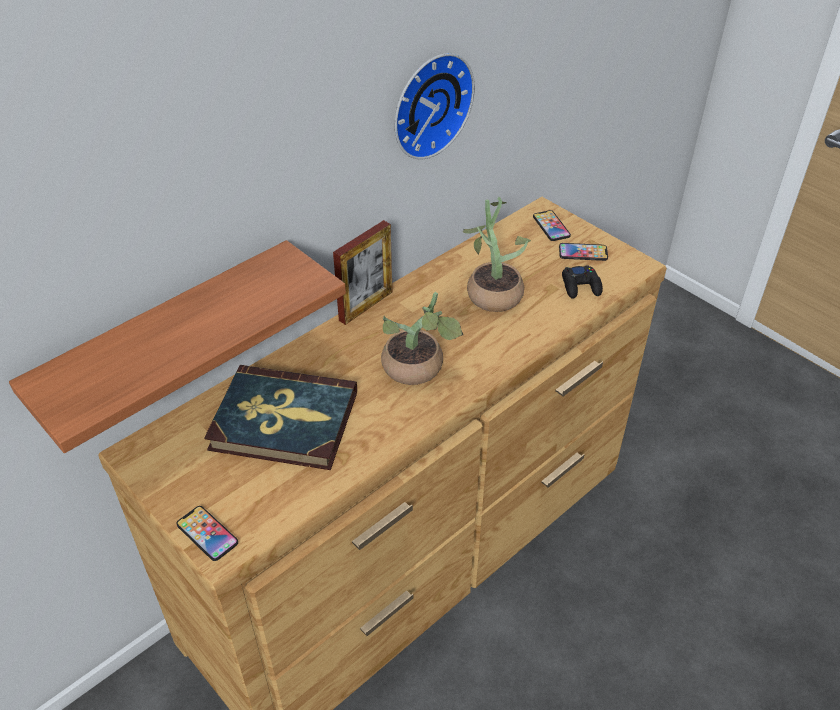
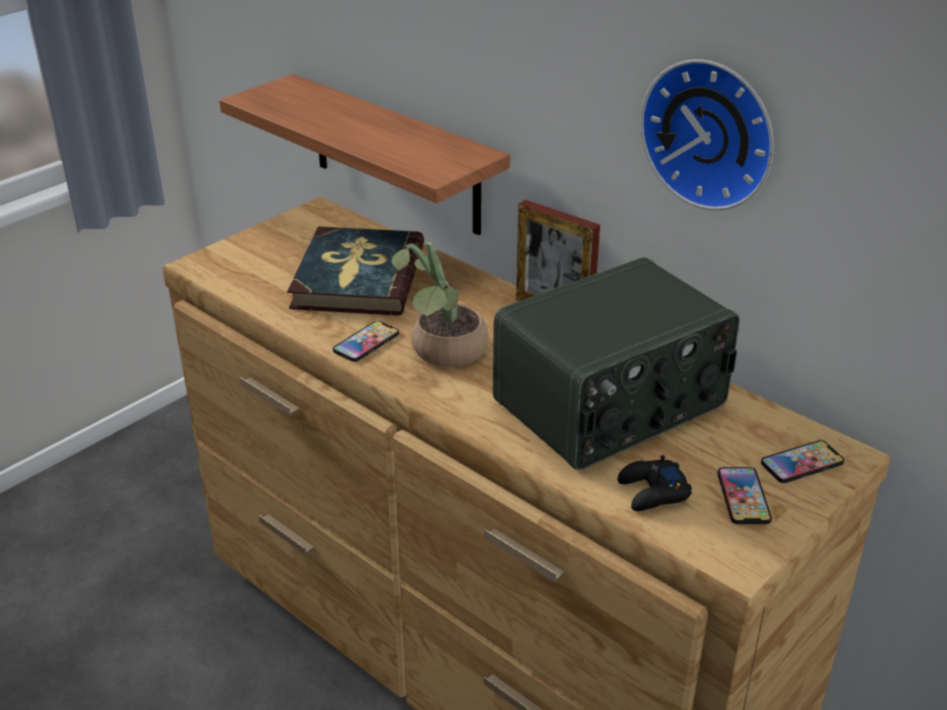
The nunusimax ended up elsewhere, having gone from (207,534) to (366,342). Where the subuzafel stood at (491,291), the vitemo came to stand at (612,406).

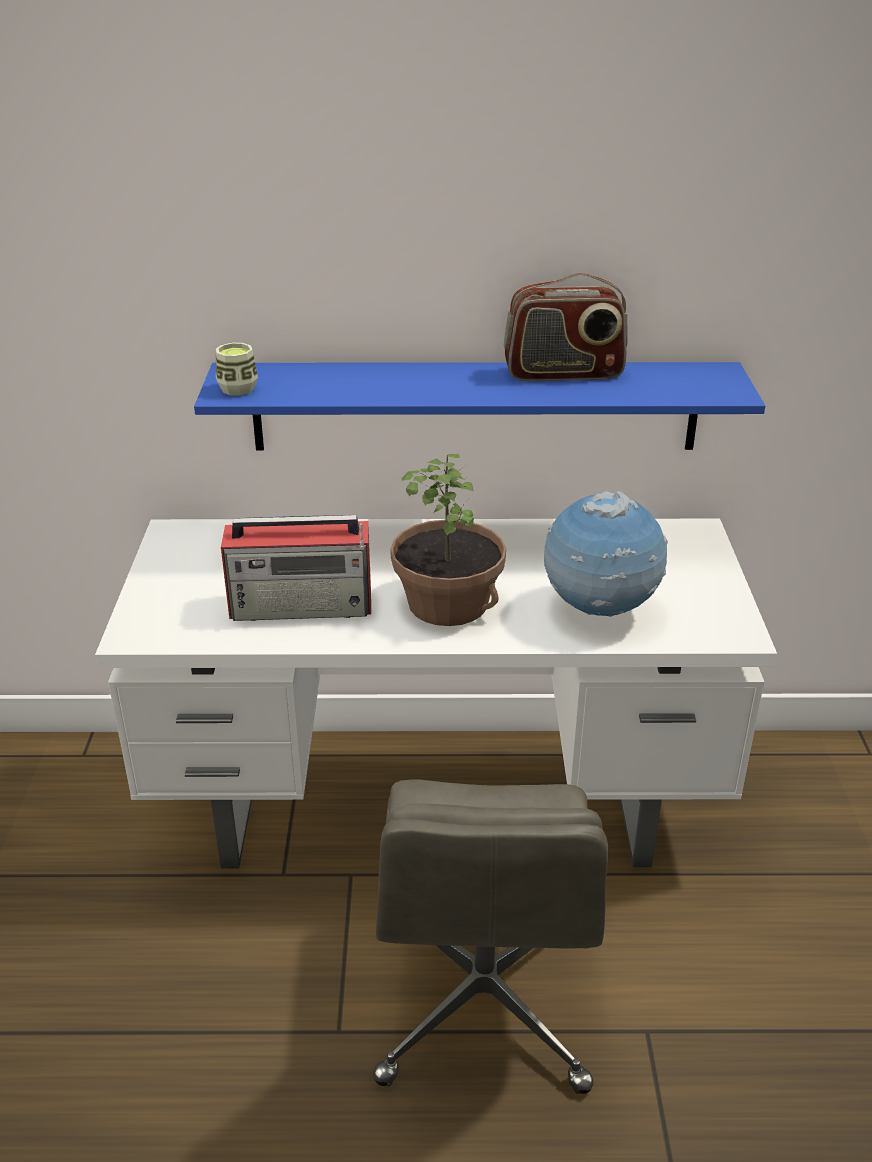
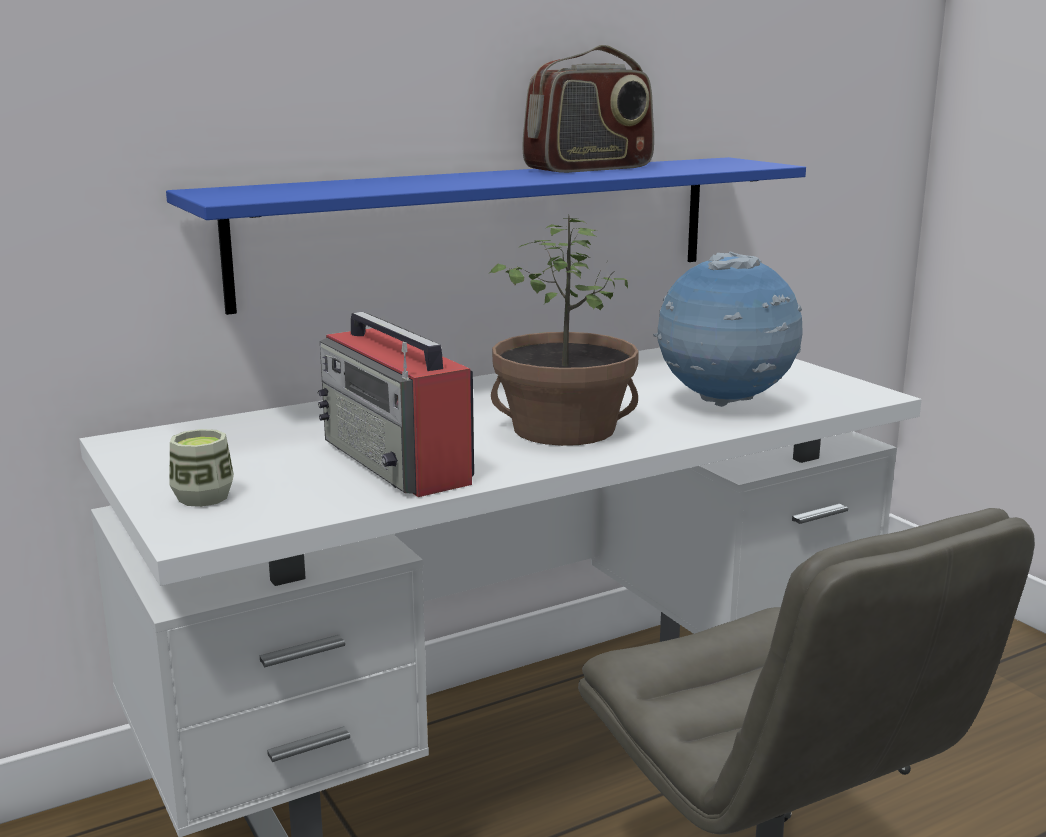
The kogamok ended up elsewhere, having gone from (238,389) to (203,497). The vitemo at (303,605) ended up facing another way, 90 degrees clockwise from before.

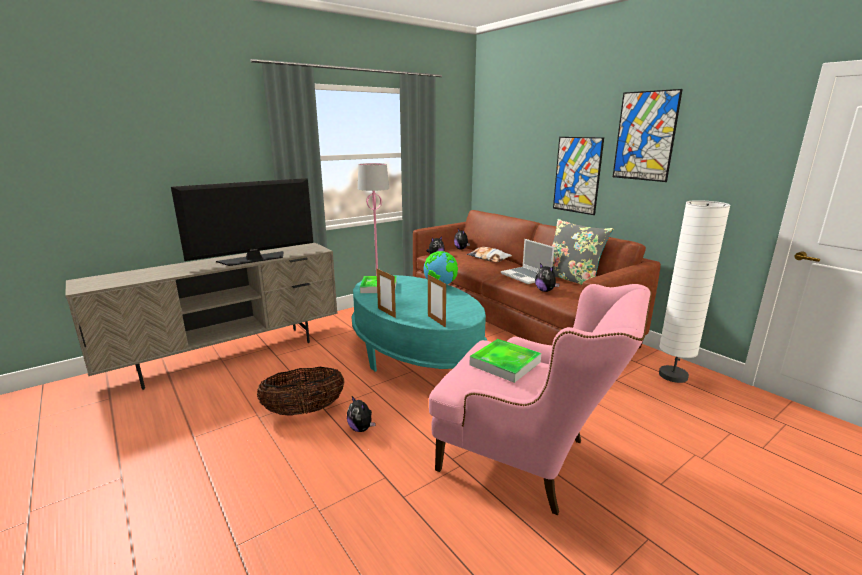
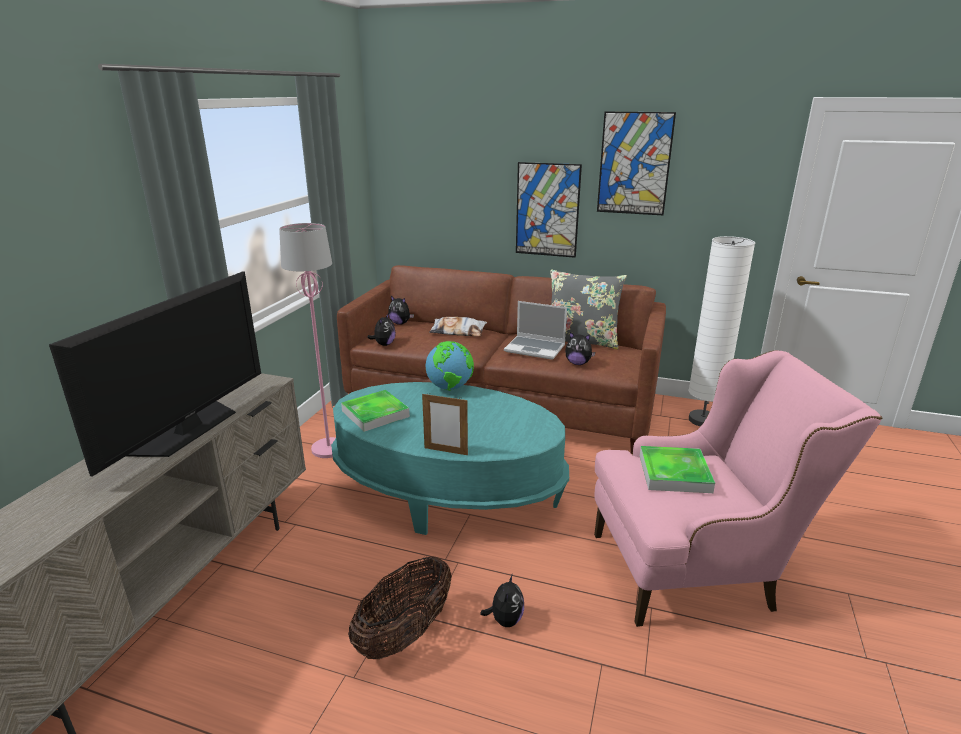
The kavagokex at (361,428) ended up facing another way, 90 degrees counterclockwise from before. The second view lost the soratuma at (436,321).

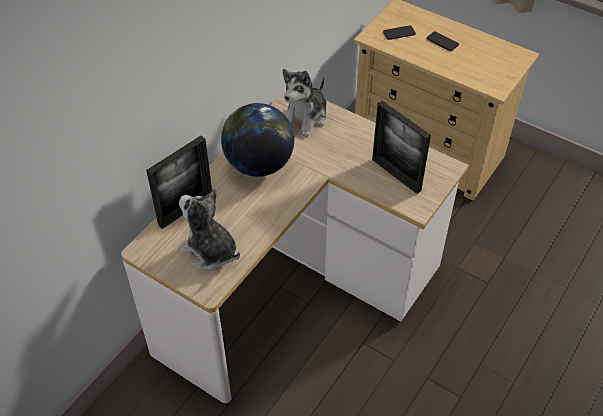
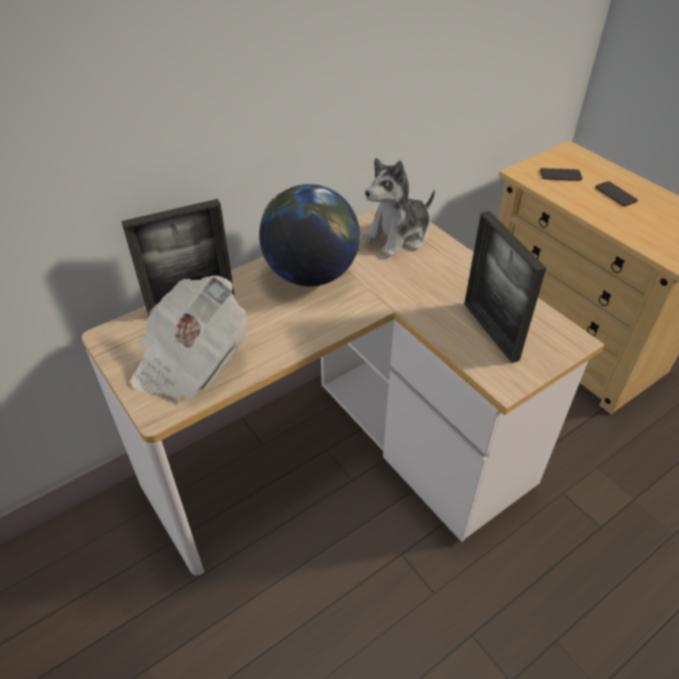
Where the kavagokex stood at (210,251), the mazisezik came to stand at (190,361).

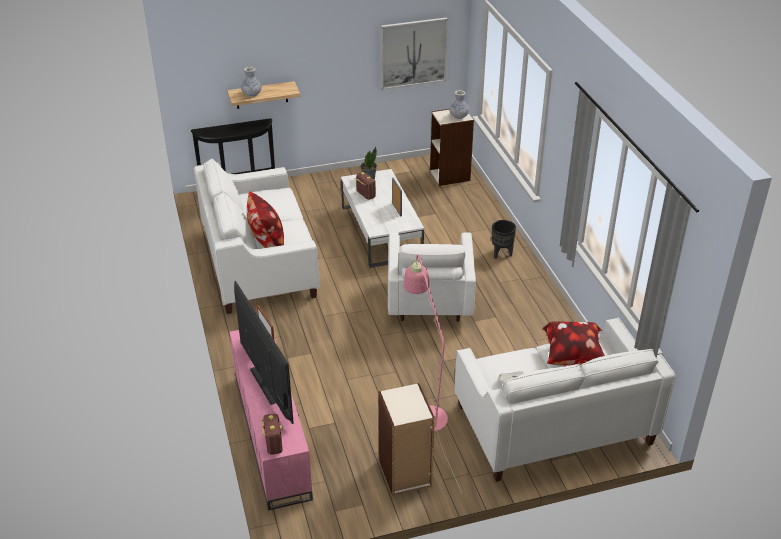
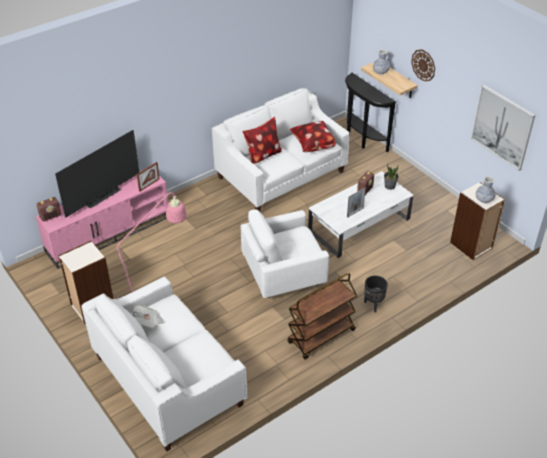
The second view gained the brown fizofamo at (321,337). The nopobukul ended up elsewhere, having gone from (573,358) to (312,146). The second view gained the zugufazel at (423,65).

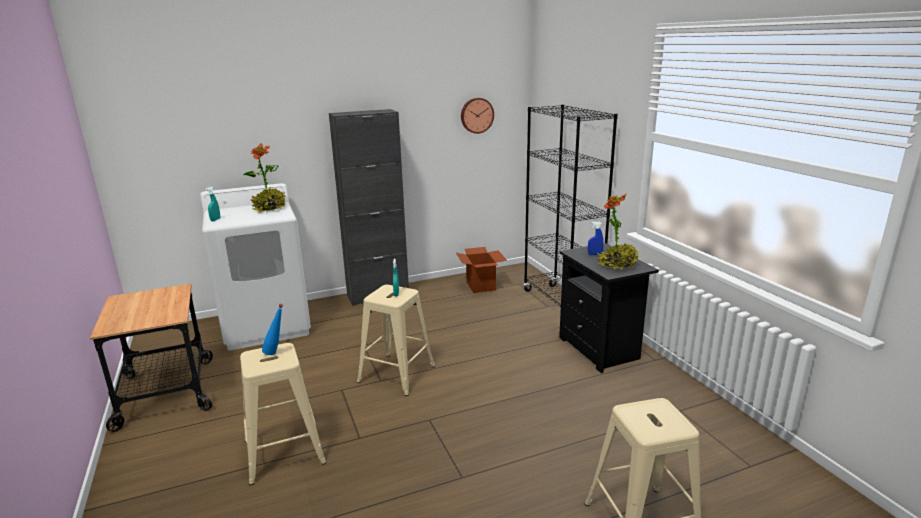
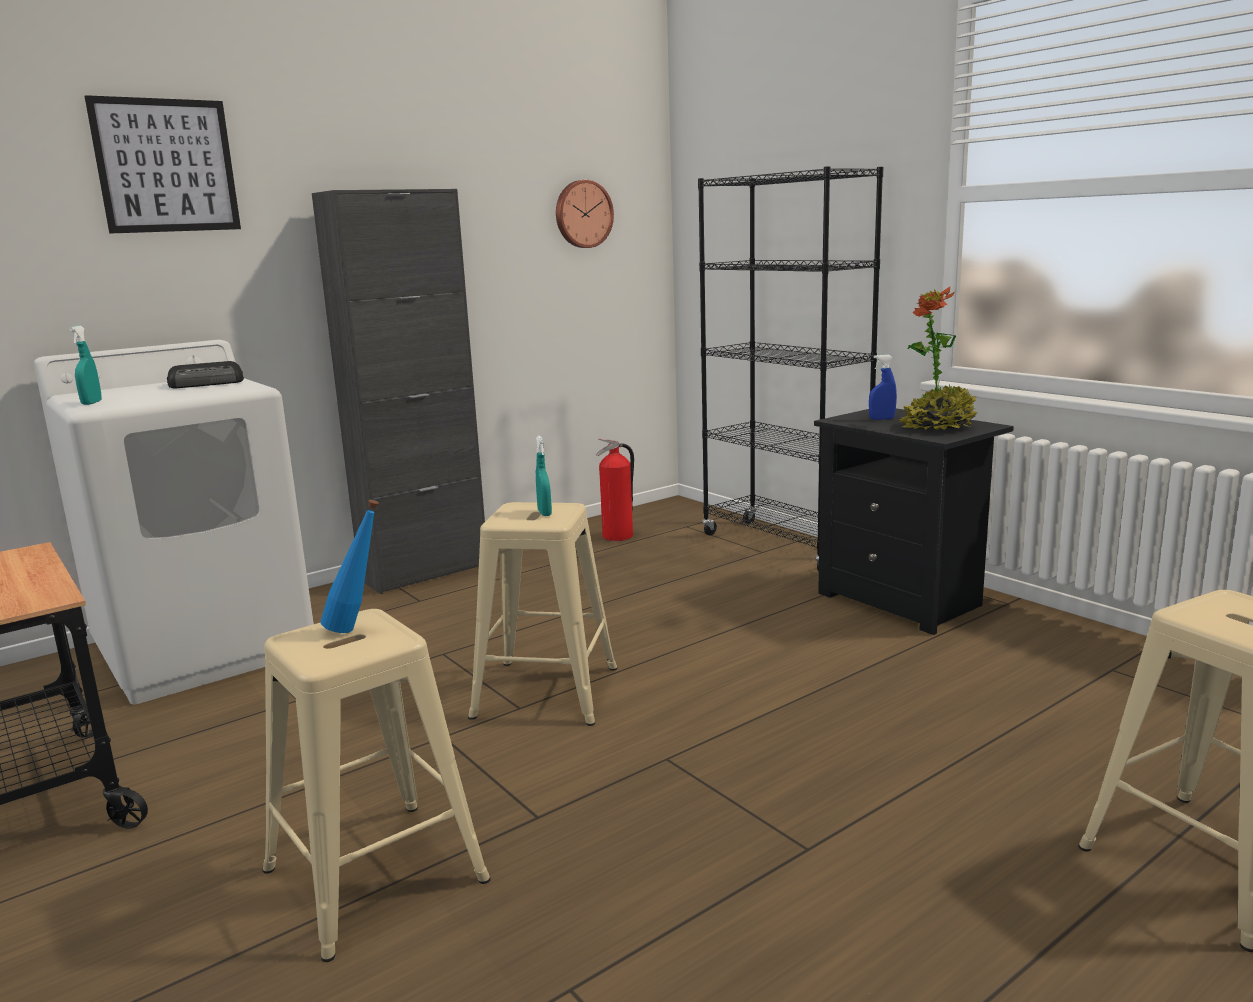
The second view gained the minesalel at (166,166). Where the subuzafel stood at (270,208), the vitemo came to stand at (208,383). Where the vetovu stood at (481,286), the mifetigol came to stand at (618,536).

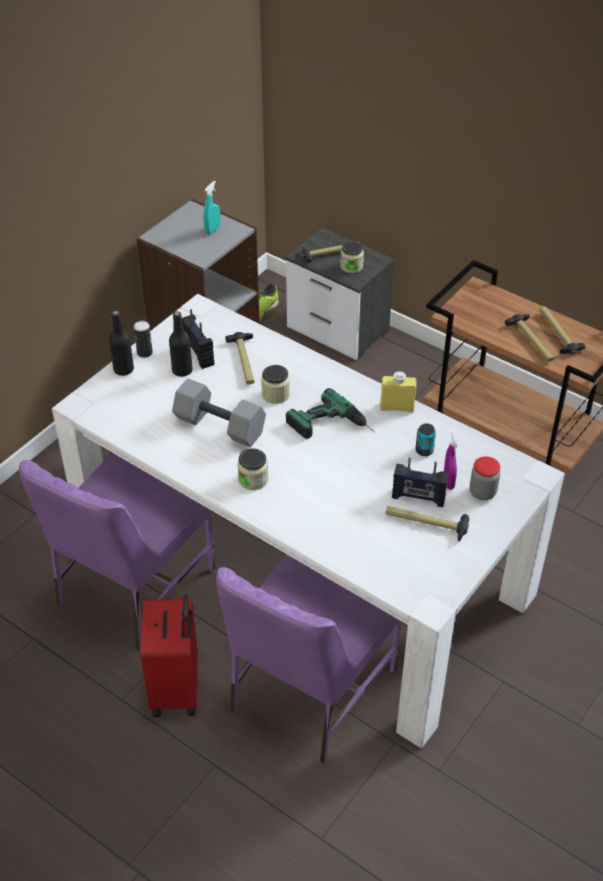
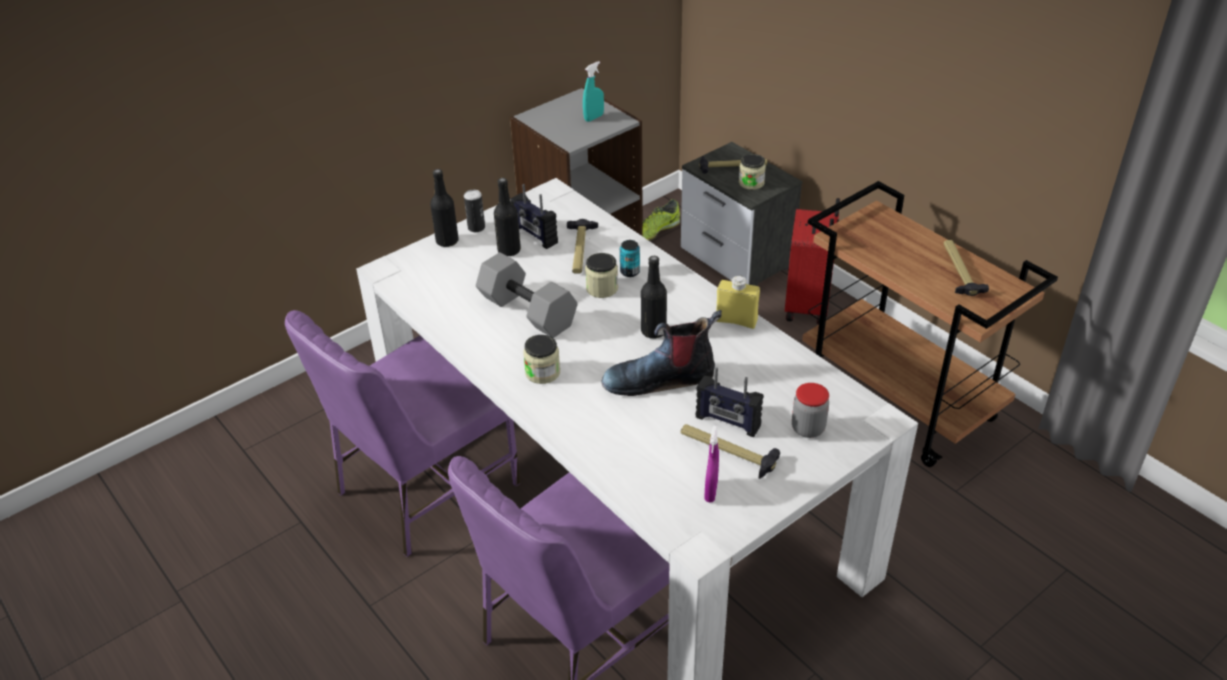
The vitemo at (199,353) ended up facing another way, 150 degrees clockwise from before. The second view gained the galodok at (660,378). The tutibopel ended up elsewhere, having gone from (424,450) to (630,272). Where the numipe stood at (332,427), the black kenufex came to stand at (653,331). The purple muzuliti ended up elsewhere, having gone from (448,481) to (711,491). The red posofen ended up elsewhere, having gone from (177,689) to (808,306). The second view lost the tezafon at (532,341).

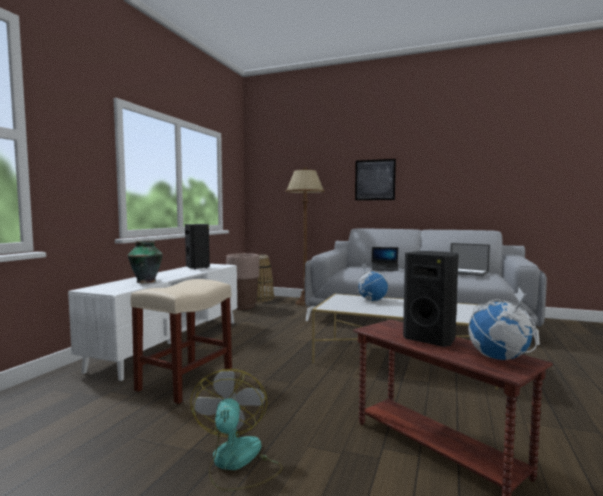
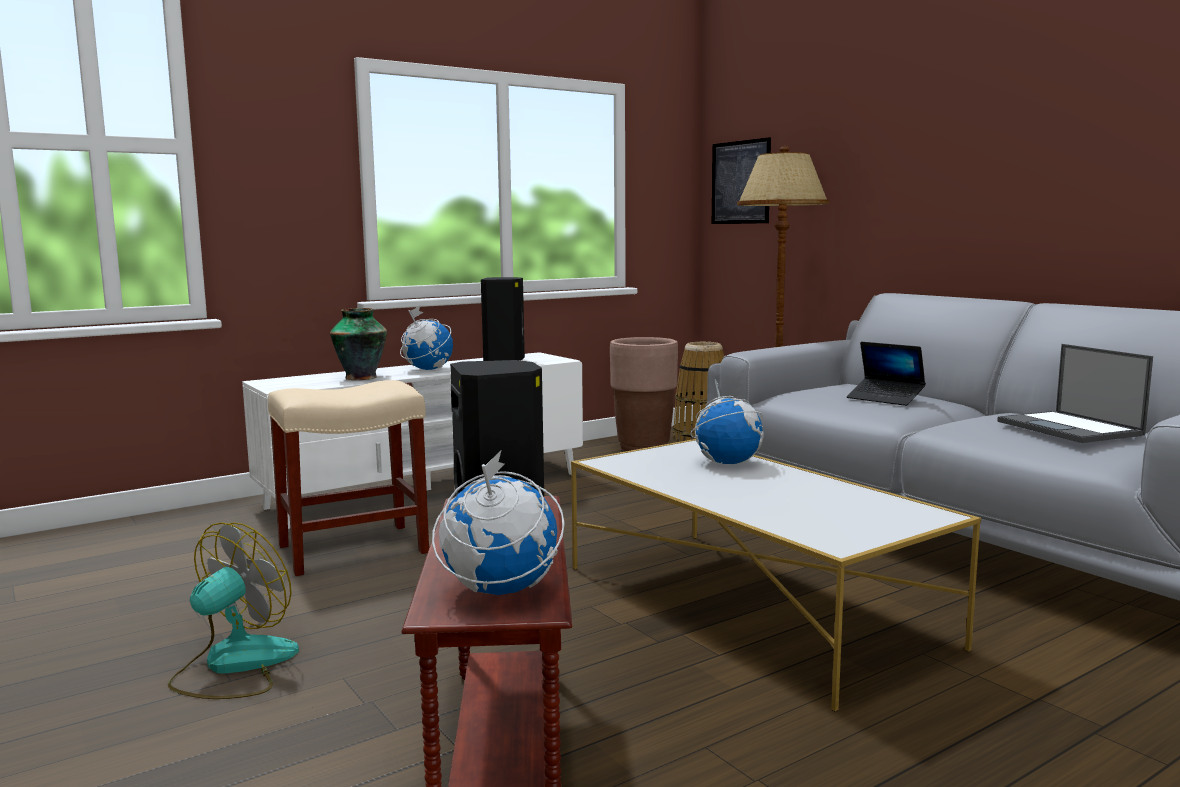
The second view gained the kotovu at (427,369). The minesalel ended up elsewhere, having gone from (375,180) to (740,182).

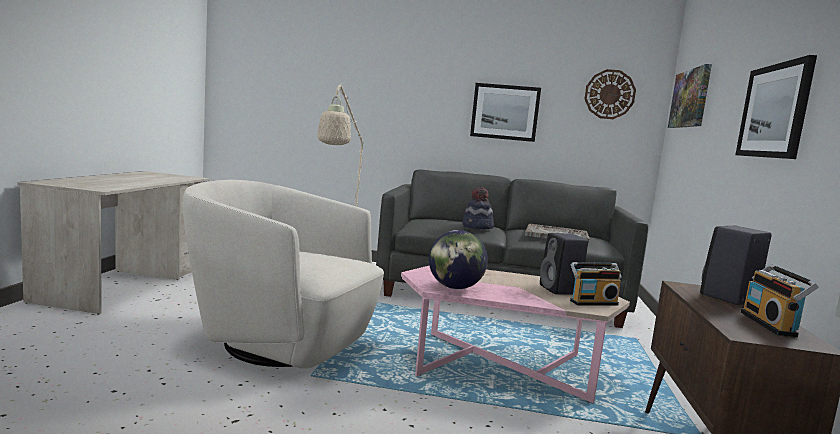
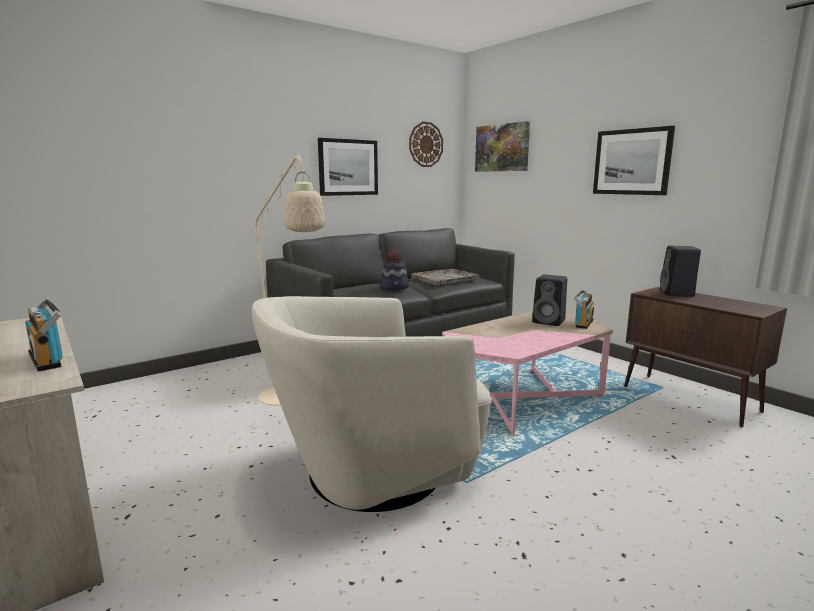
The vitemo ended up elsewhere, having gone from (771,324) to (49,359). The second view lost the kotovu at (455,287).

